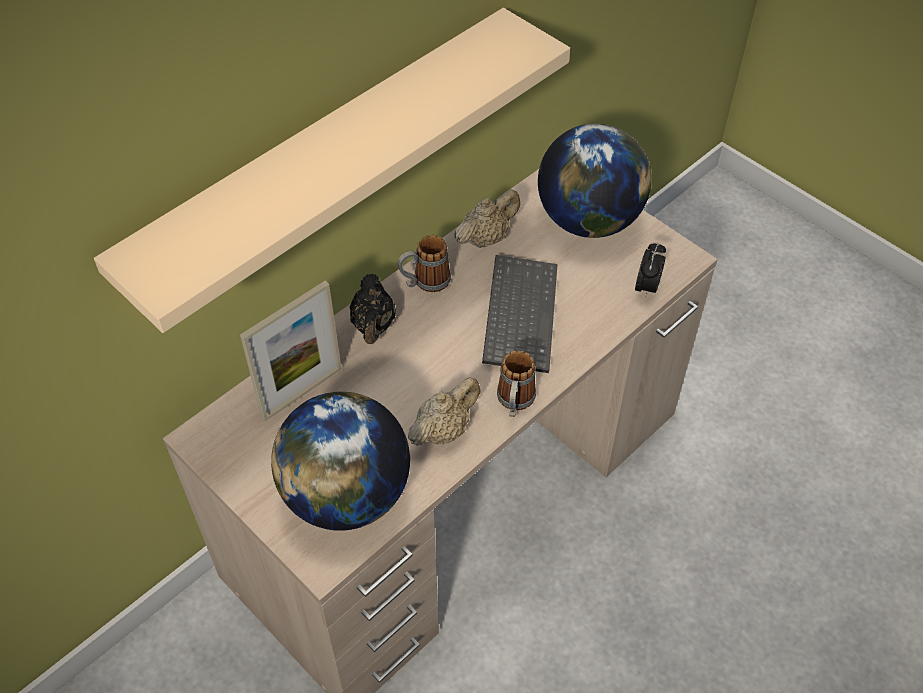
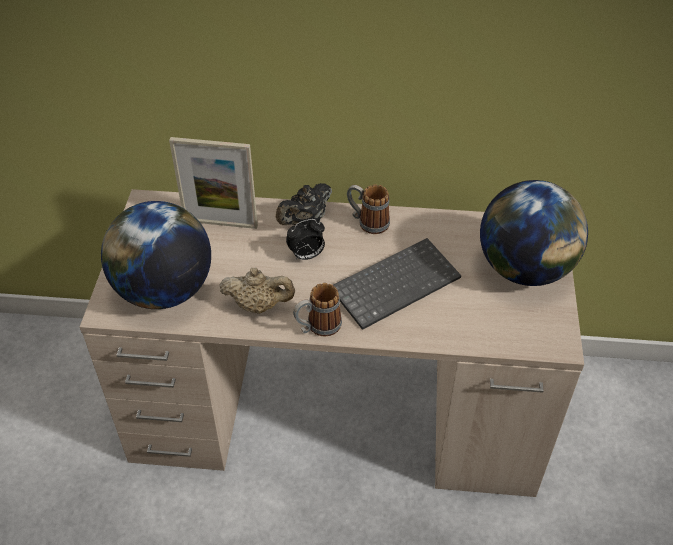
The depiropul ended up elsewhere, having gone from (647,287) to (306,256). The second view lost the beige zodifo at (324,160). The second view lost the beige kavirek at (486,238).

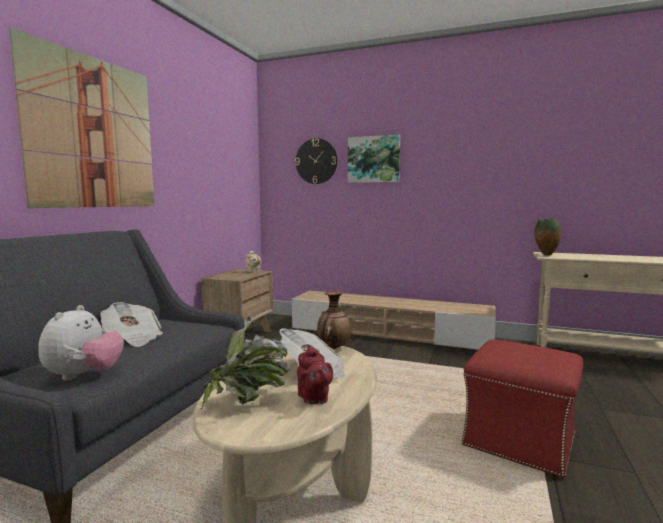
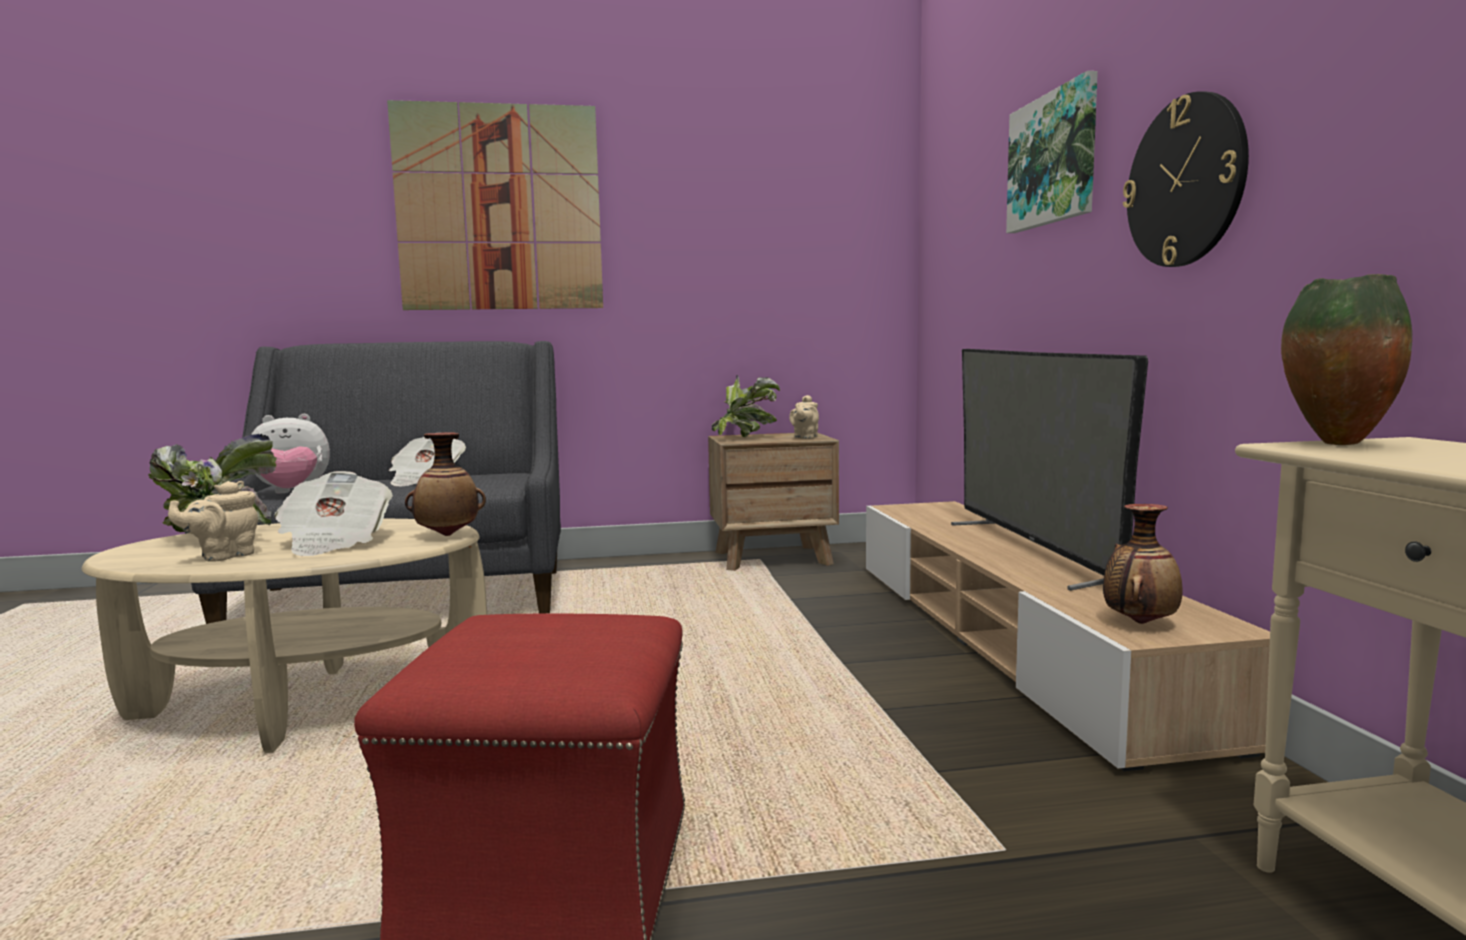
What was the red kavirek at (314,399) turned into the beige kavirek at (223,556). The second view gained the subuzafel at (746,438). The second view gained the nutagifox at (1031,550). The second view gained the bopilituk at (1139,622). The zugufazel ended up elsewhere, having gone from (316,161) to (1185,182).

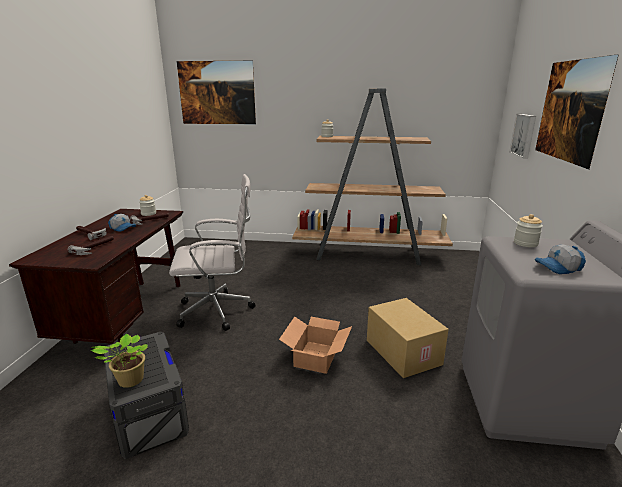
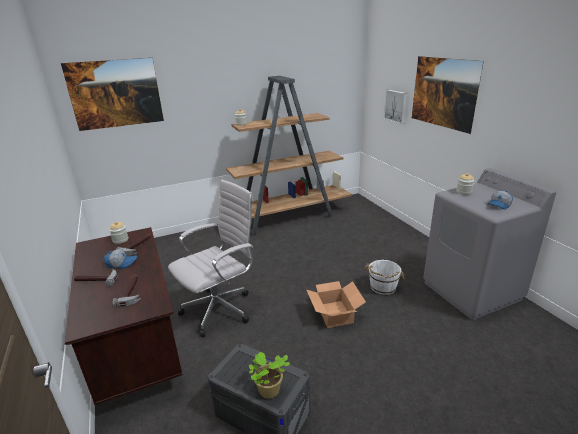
Where the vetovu stood at (401,352), the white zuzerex came to stand at (382,287).

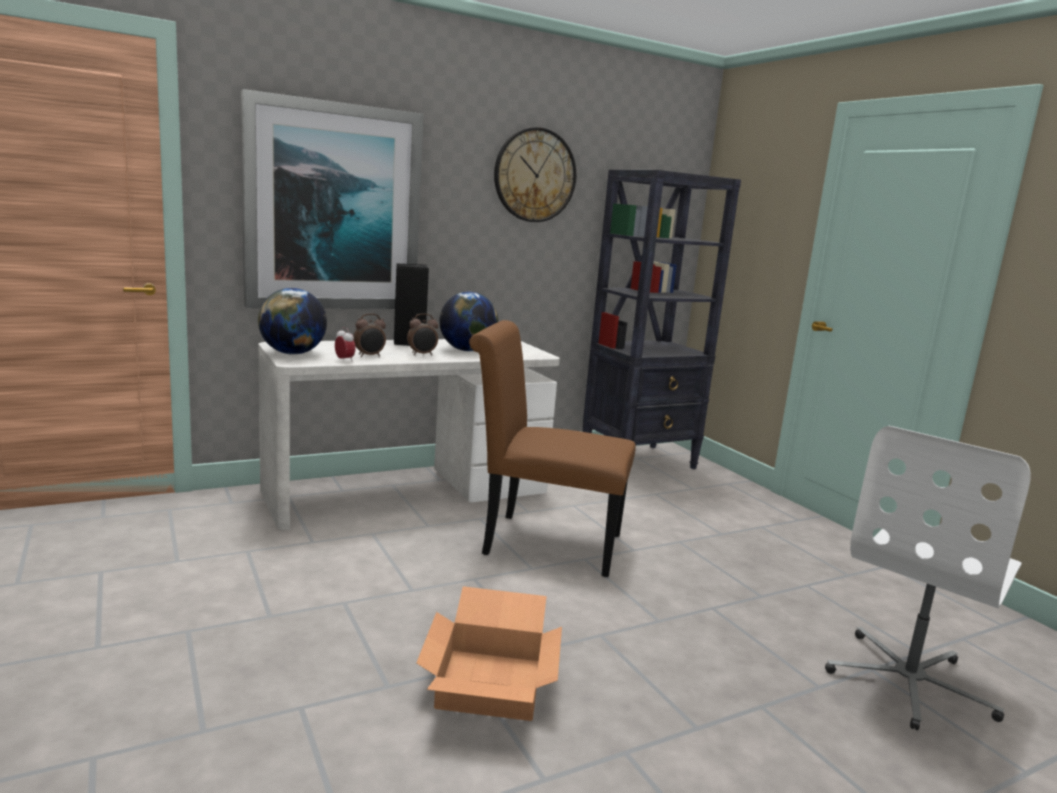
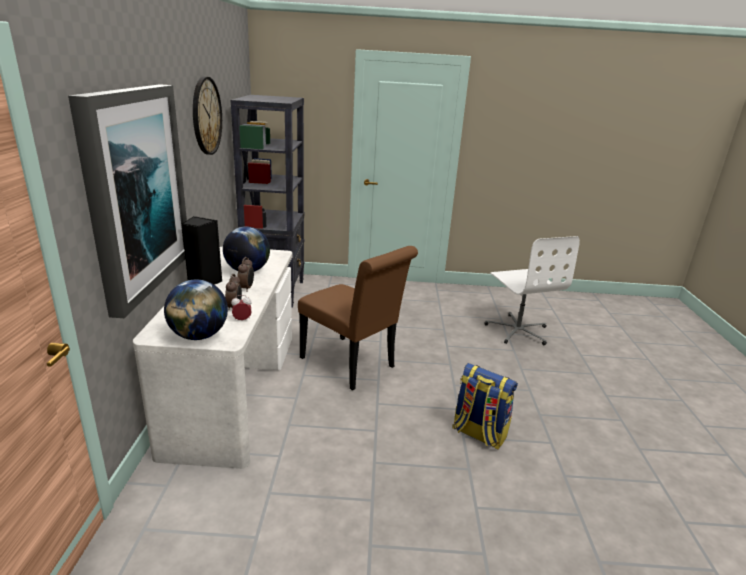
The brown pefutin at (542,542) ended up facing another way, 90 degrees counterclockwise from before. Where the vetovu stood at (488,682), the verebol came to stand at (478,433).

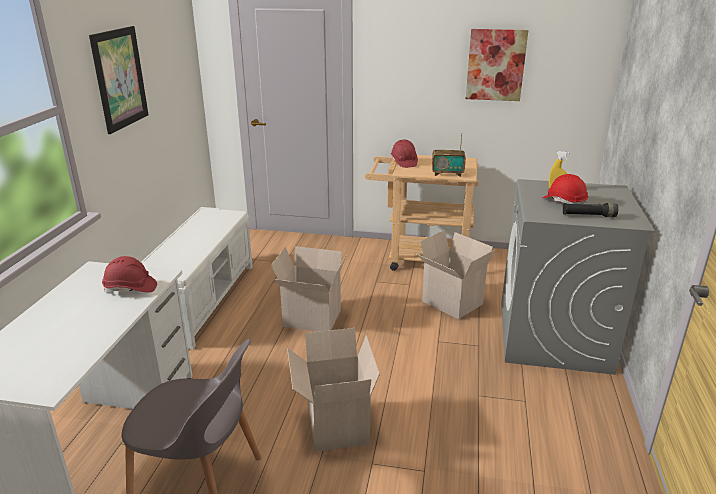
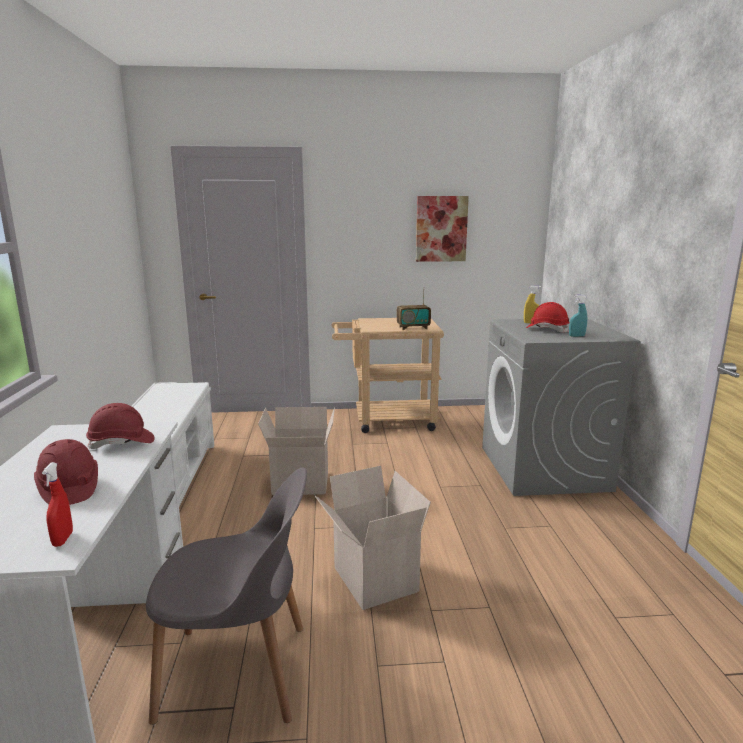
The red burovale ended up elsewhere, having gone from (403,162) to (69,489). The second view gained the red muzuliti at (63,539). Where the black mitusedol stood at (588,216), the turquoise muzuliti came to stand at (576,336). The second view lost the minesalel at (120,78). The second view lost the vetovu at (450,303).

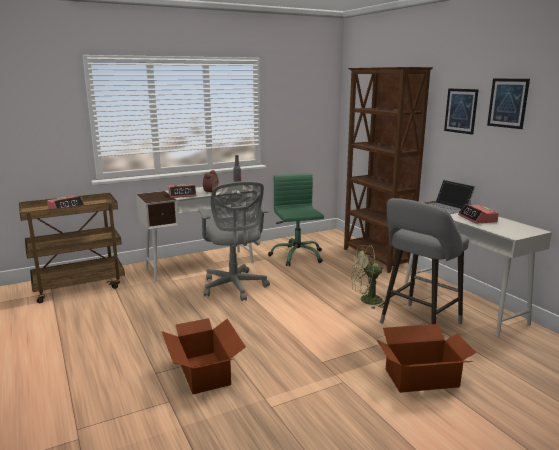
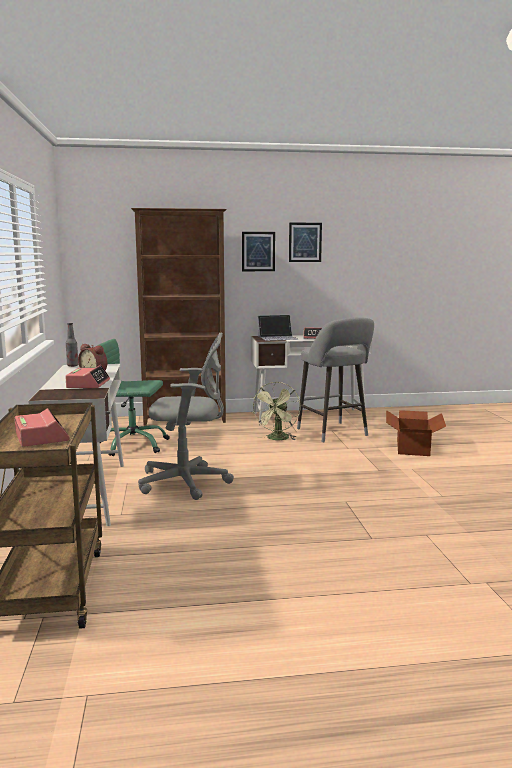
The second view lost the vetovu at (204,372).

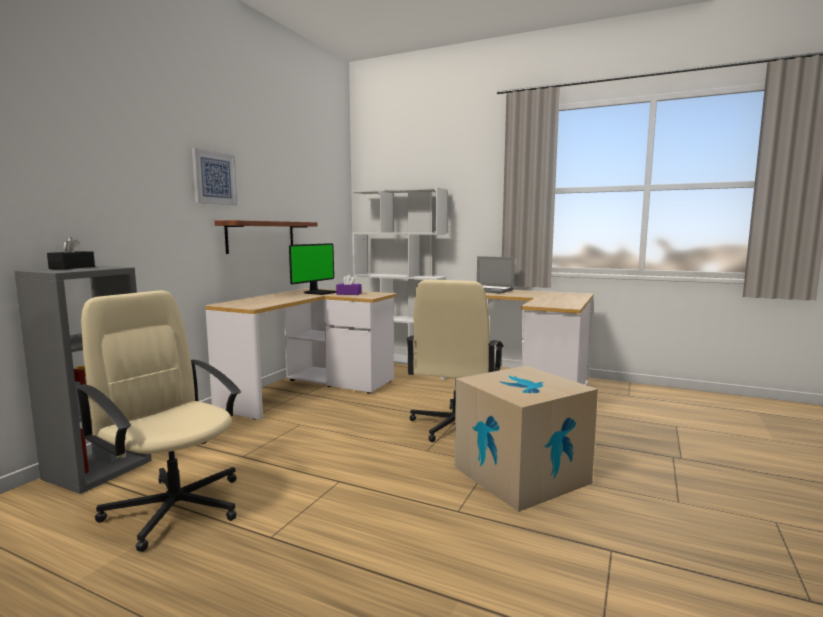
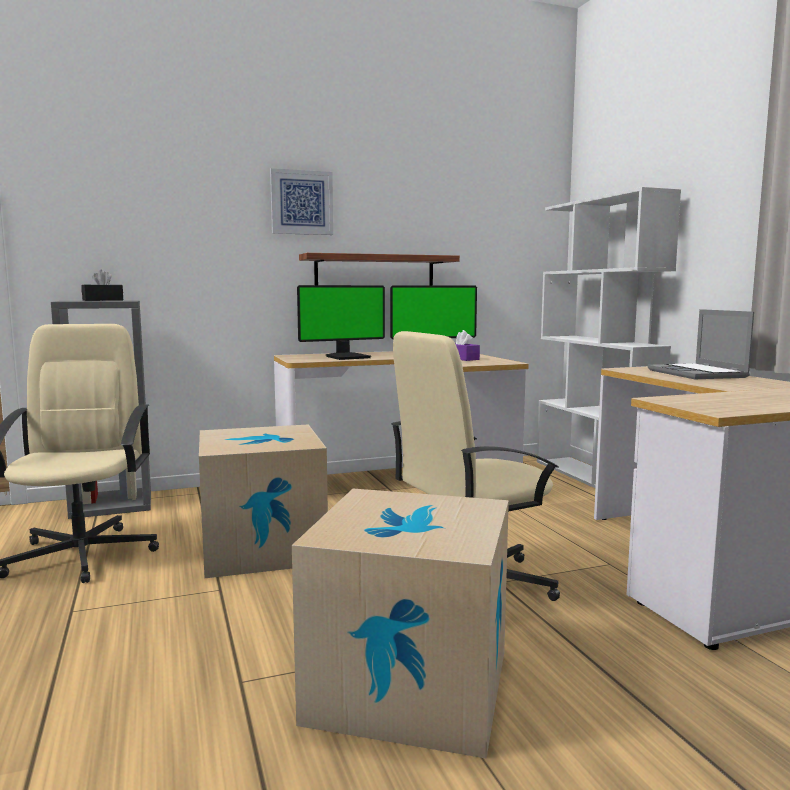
The second view gained the vetovu at (263,548). The second view gained the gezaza at (347,357).

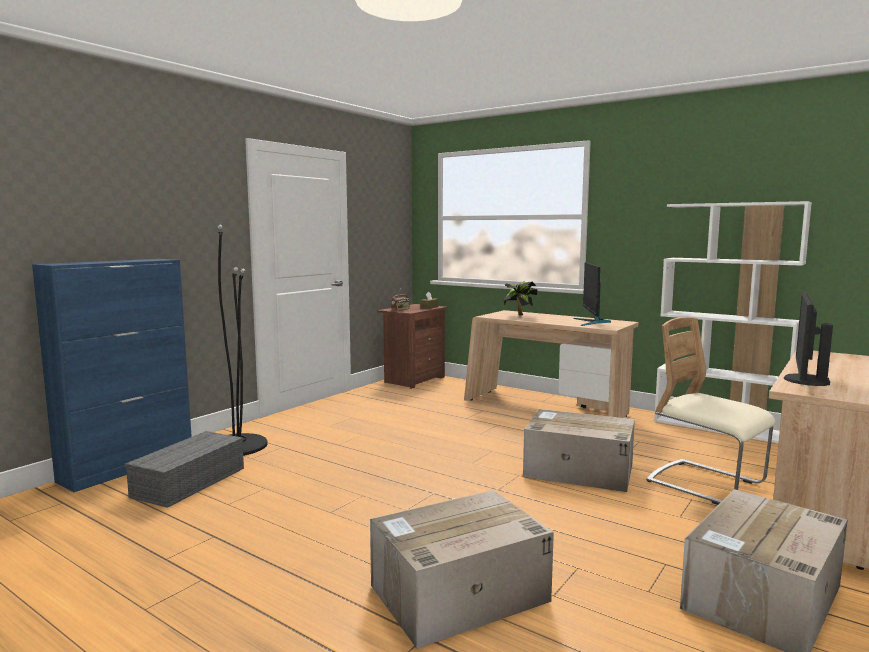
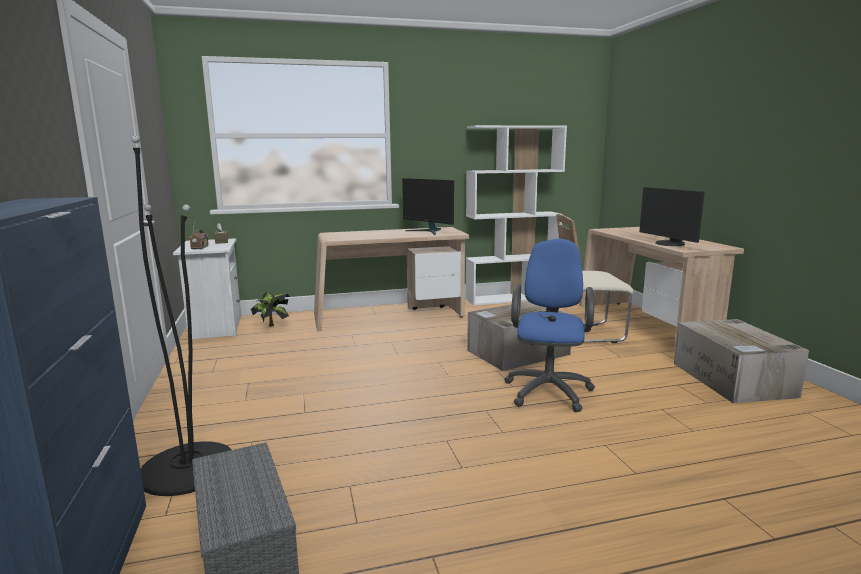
What was the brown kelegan at (413,380) turned into the white kelegan at (215,328). The subuzafel ended up elsewhere, having gone from (519,315) to (272,327). The second view gained the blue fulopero at (548,389). The second view lost the vetovu at (457,594).

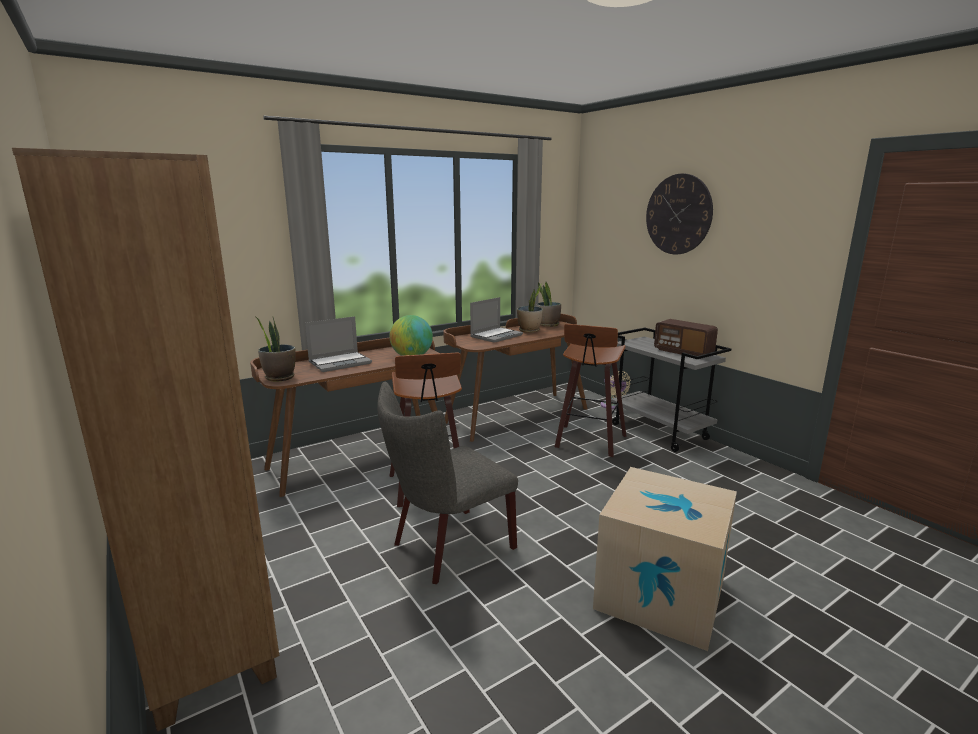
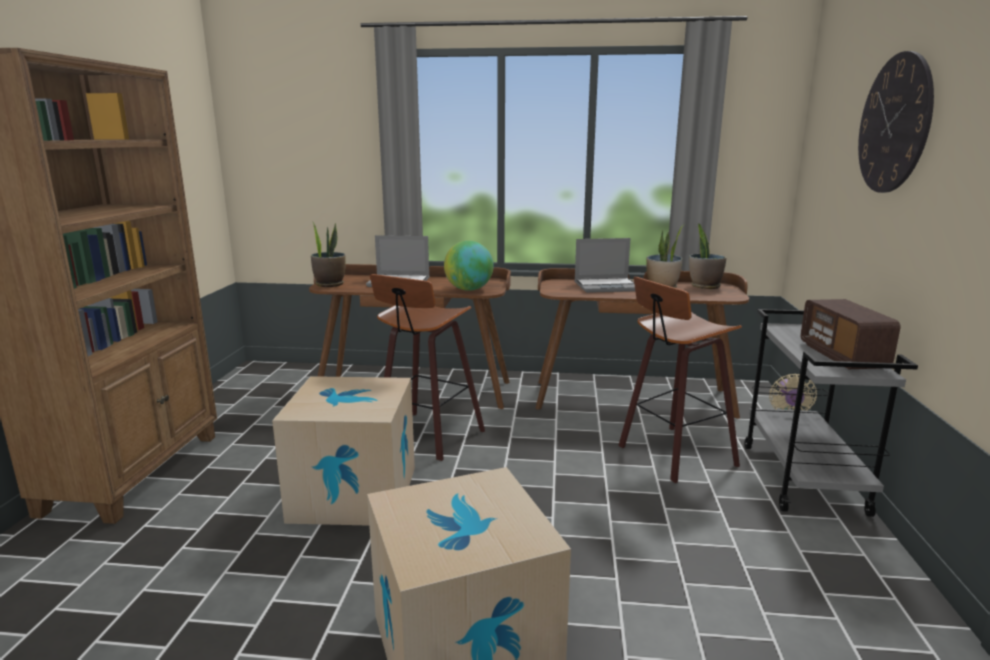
Where the grey pefutin stood at (447,548), the vetovu came to stand at (354,493).

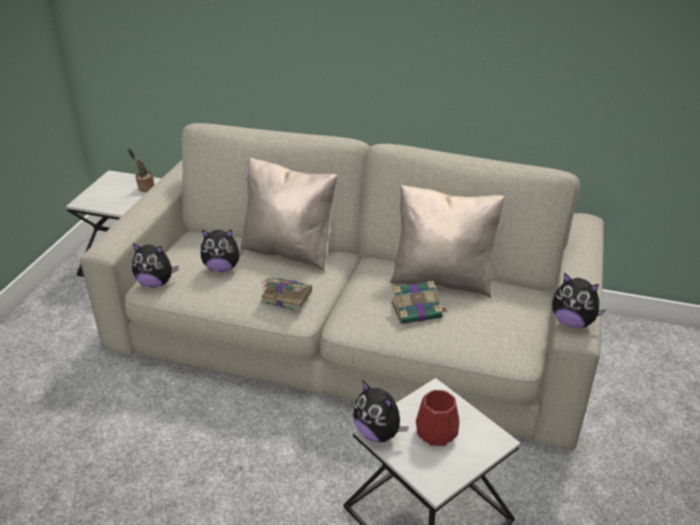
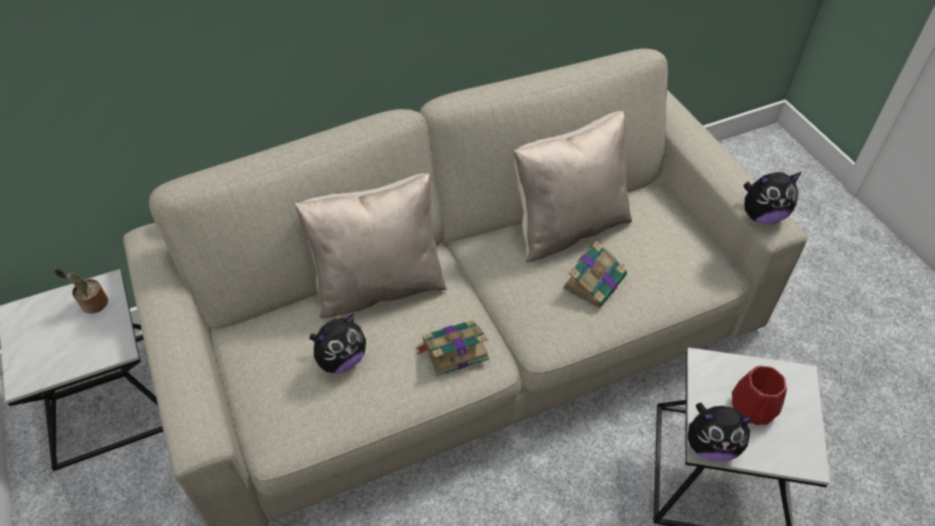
The second view lost the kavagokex at (156,283).

